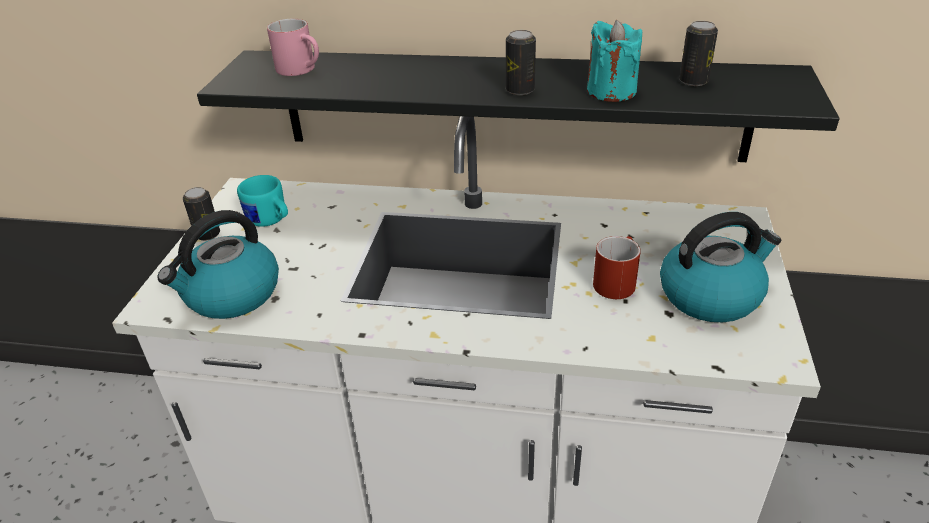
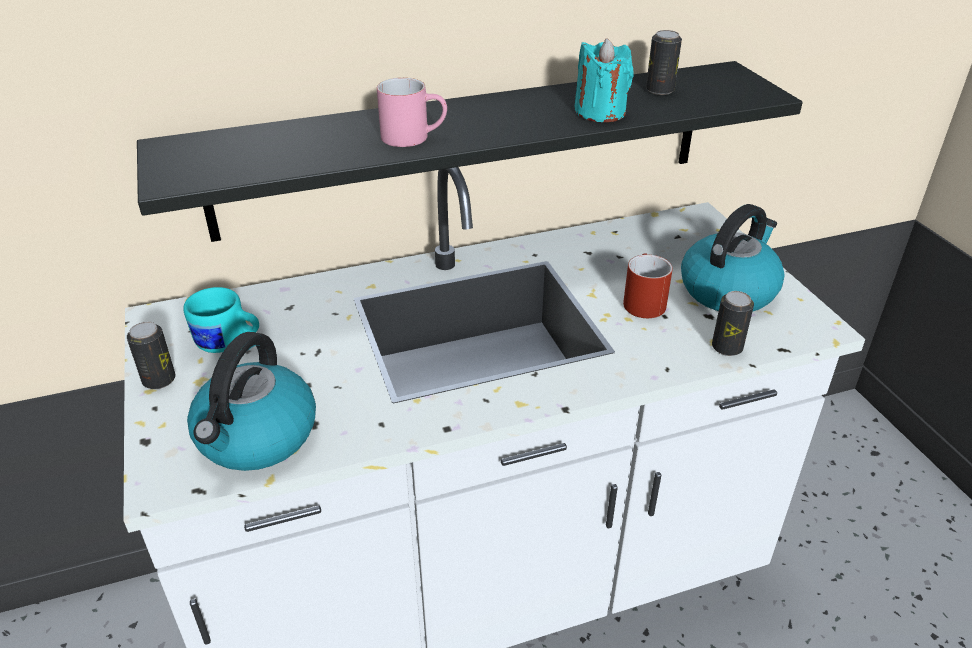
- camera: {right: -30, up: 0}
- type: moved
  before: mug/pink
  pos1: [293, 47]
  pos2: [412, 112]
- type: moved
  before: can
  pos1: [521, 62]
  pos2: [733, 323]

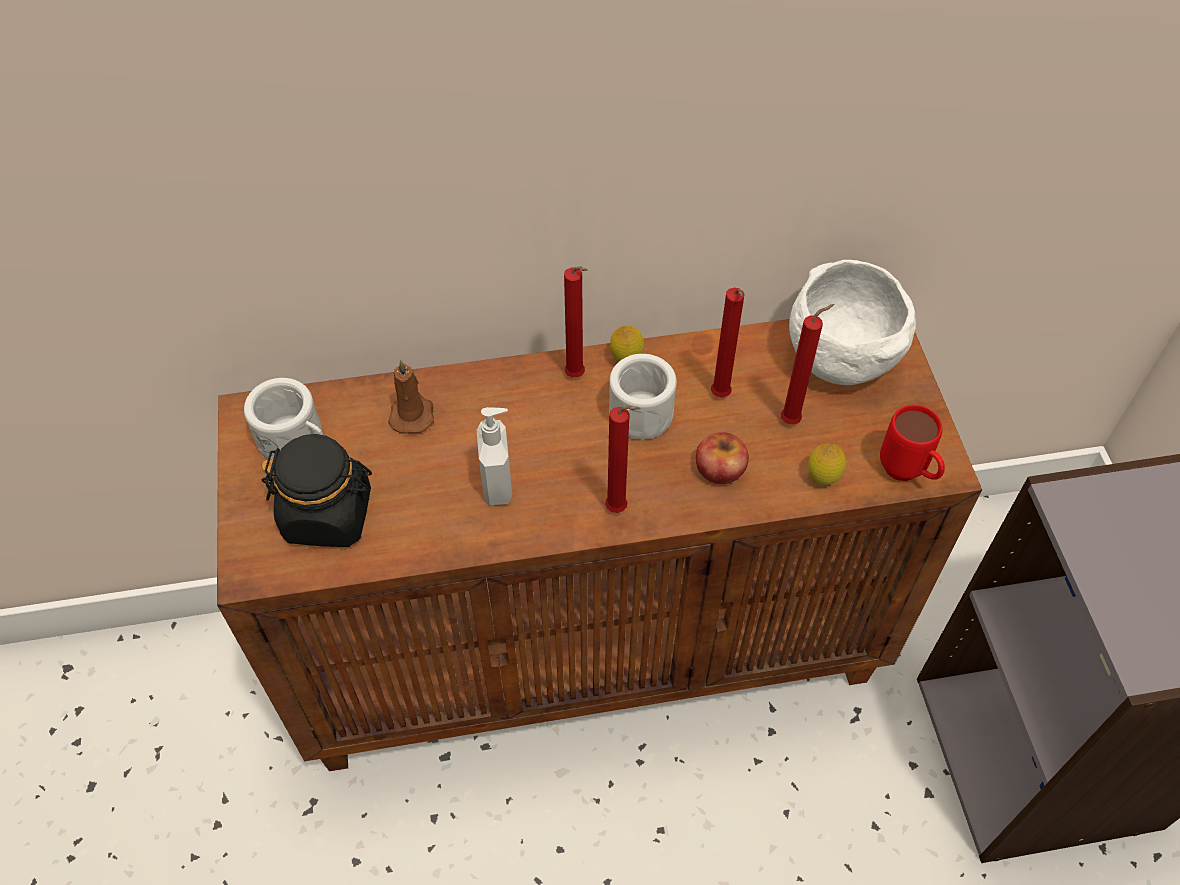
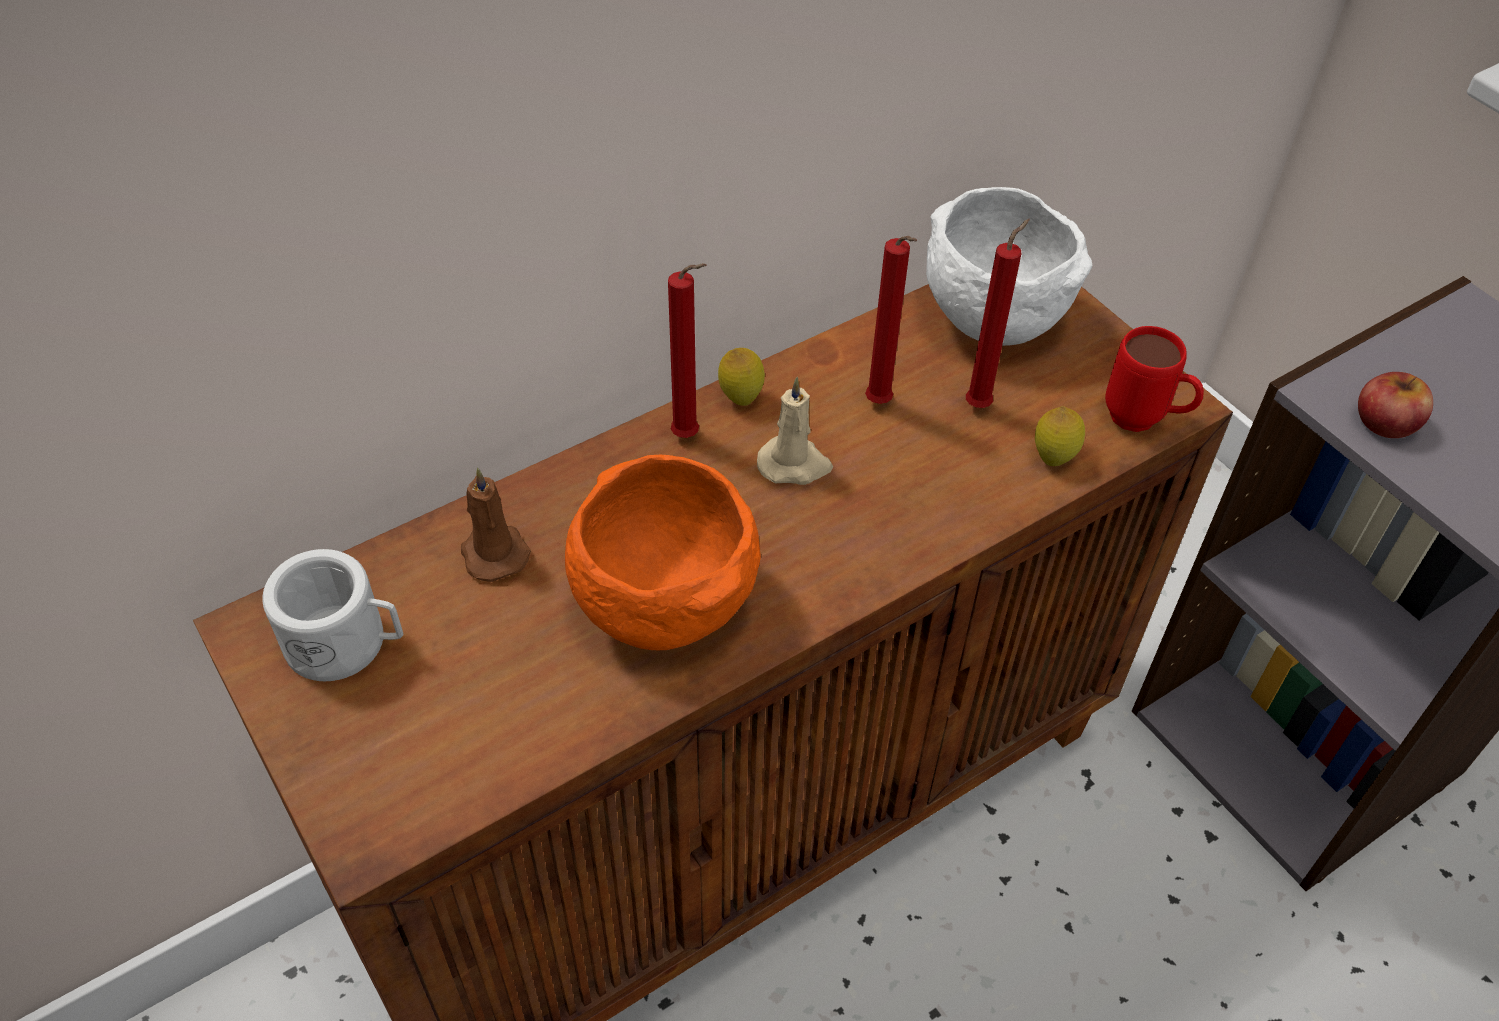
- camera: {right: -25, up: -5}
- type: replaced
  before: mug/white
  after: candle/beige
  pos1: [643, 397]
  pos2: [795, 431]
- type: removed
  before: candle/red
  pos1: [622, 459]
- type: replaced
  before: soap dispenser
  after: bowl/orange
  pos1: [494, 456]
  pos2: [663, 552]
- type: moved
  before: apple
  pos1: [722, 458]
  pos2: [1395, 405]
- type: removed
  before: jar/black
  pos1: [316, 490]

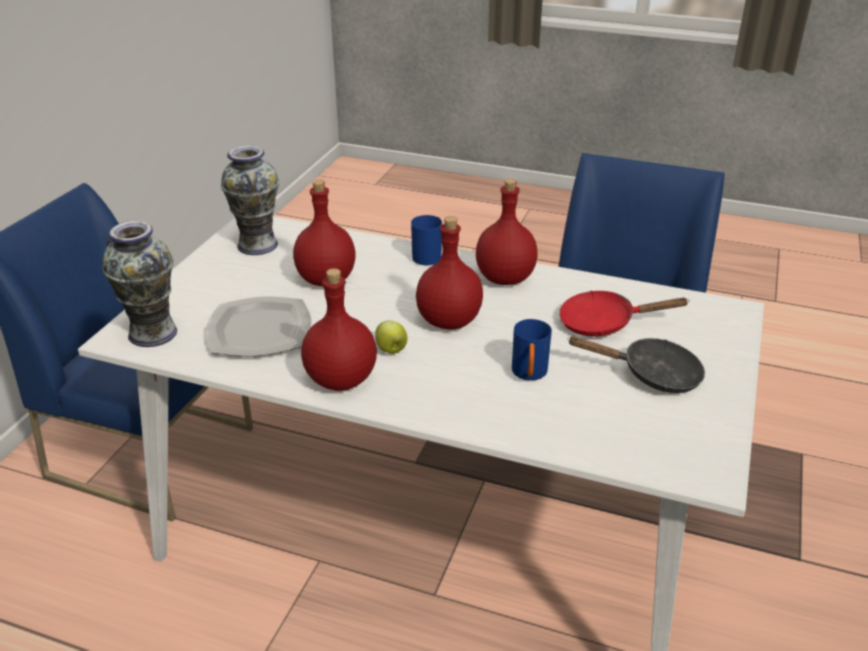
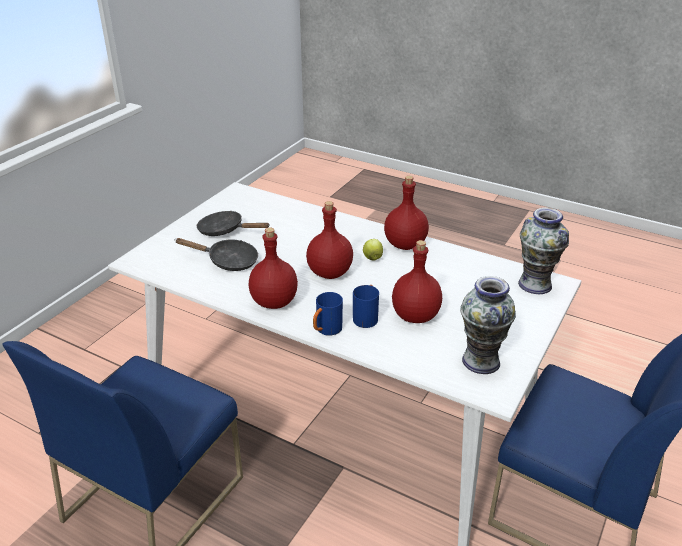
- camera: {right: -170, up: 0}
- type: recoloured
  before: frying pan/red
  after: frying pan/black
  pos1: [624, 313]
  pos2: [216, 254]
- type: removed
  before: plate
  pos1: [258, 326]
- type: moved
  before: mug/blue
  pos1: [532, 349]
  pos2: [366, 306]

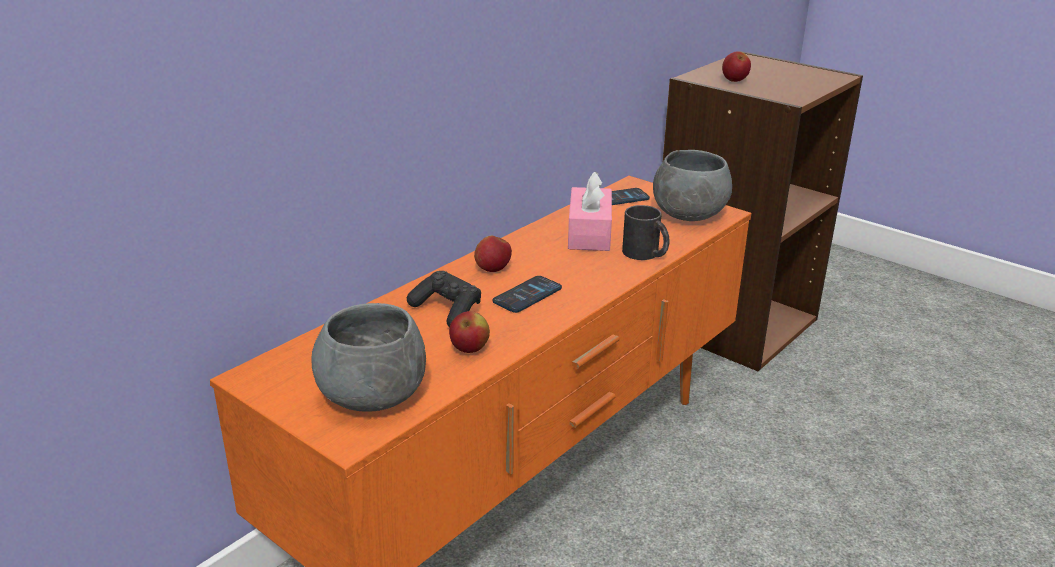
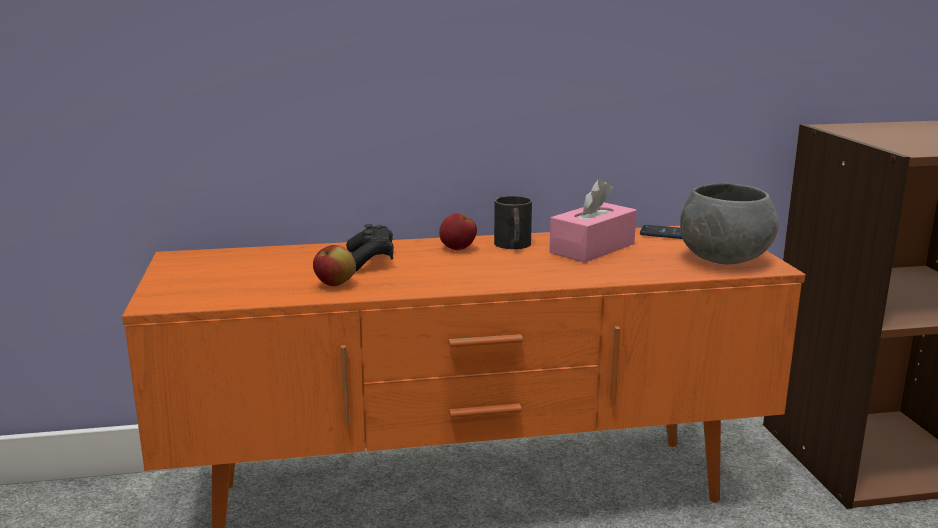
- camera: {right: 40, up: -10}
- type: removed
  before: apple
  pos1: [736, 66]
- type: moved
  before: mug/black
  pos1: [645, 232]
  pos2: [513, 222]
- type: removed
  before: phone
  pos1: [527, 294]
- type: removed
  before: bowl/grey
  pos1: [368, 357]

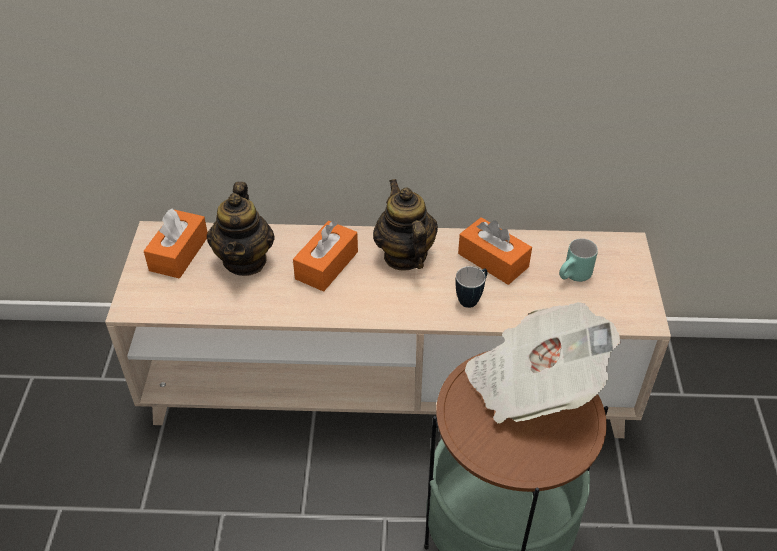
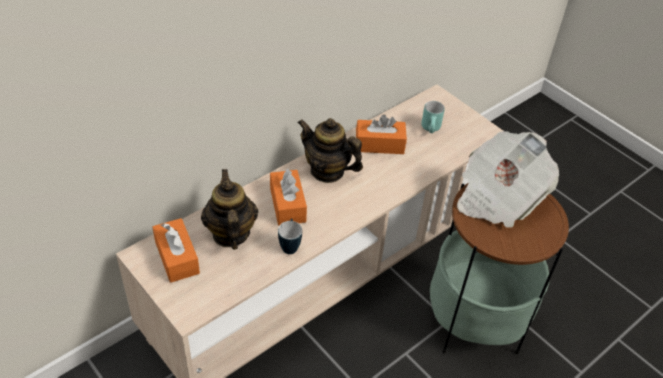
- camera: {right: -45, up: 0}
- type: turned
  before: teapot
  pos1: [241, 229]
  pos2: [229, 209]
  turn: -150
- type: moved
  before: mug
  pos1: [471, 287]
  pos2: [290, 236]

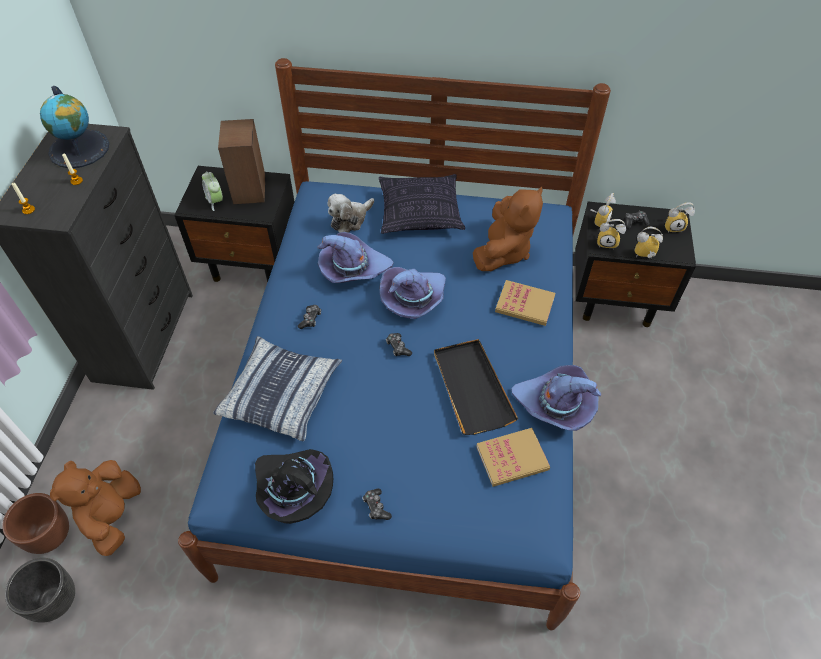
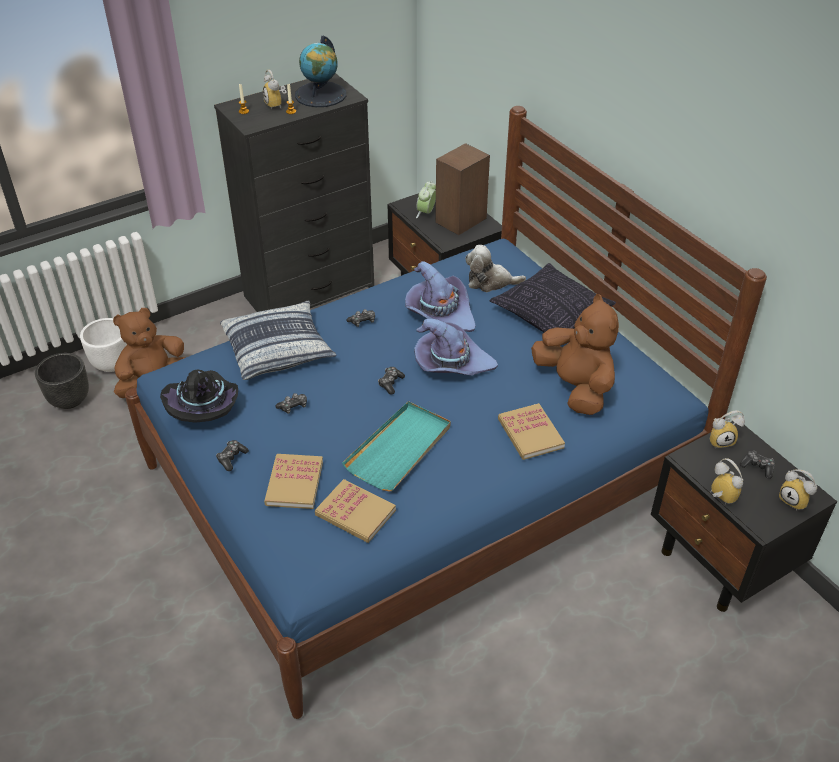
- camera: {right: 50, up: -10}
- type: turned
  before: plush toy/brown
  pos1: [508, 228]
  pos2: [575, 354]
  turn: -105
- type: moved
  before: alarm clock
  pos1: [611, 234]
  pos2: [275, 89]
- type: recoloured
  before: tray/black
  after: tray/turquoise
  pos1: [476, 387]
  pos2: [396, 446]
- type: removed
  before: hat/purple
  pos1: [556, 398]
- type: recoloured
  before: planter/brown
  after: planter/white
  pos1: [35, 523]
  pos2: [103, 345]
- type: added
  after: game controller
  pos2: [291, 403]
- type: added
  after: book
  pos2: [293, 481]

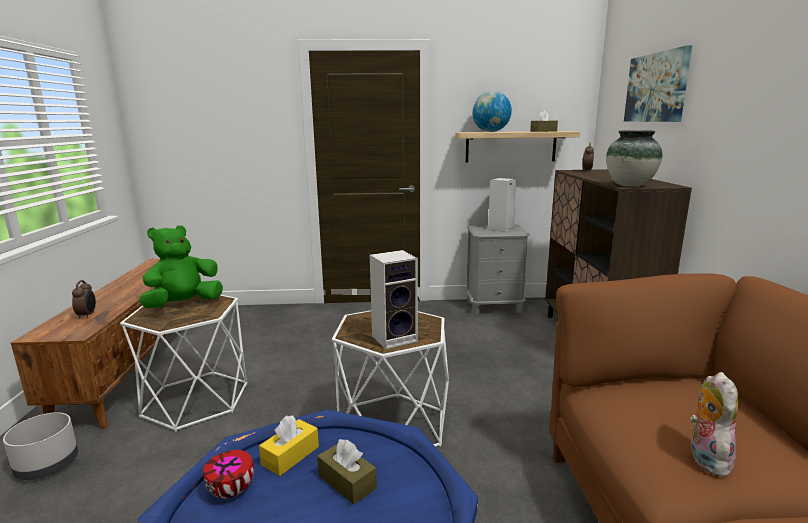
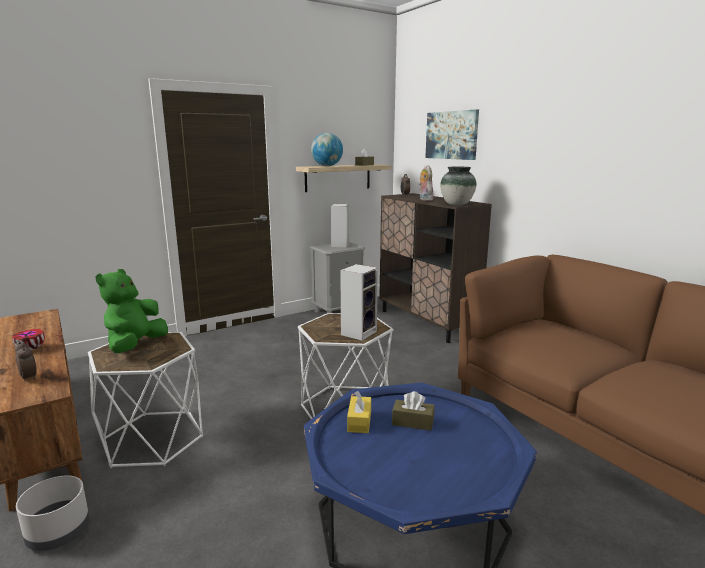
- camera: {right: -30, up: 0}
- type: moved
  before: plush toy
  pos1: [714, 424]
  pos2: [426, 183]
- type: moved
  before: bowl
  pos1: [228, 474]
  pos2: [28, 340]

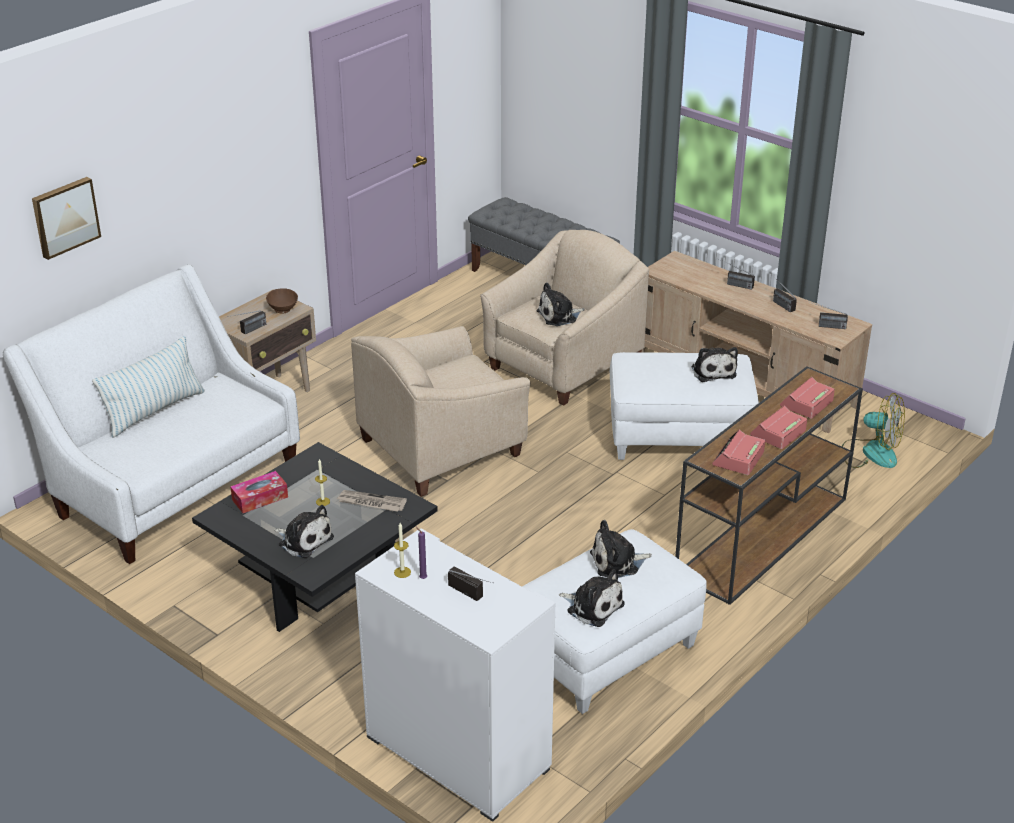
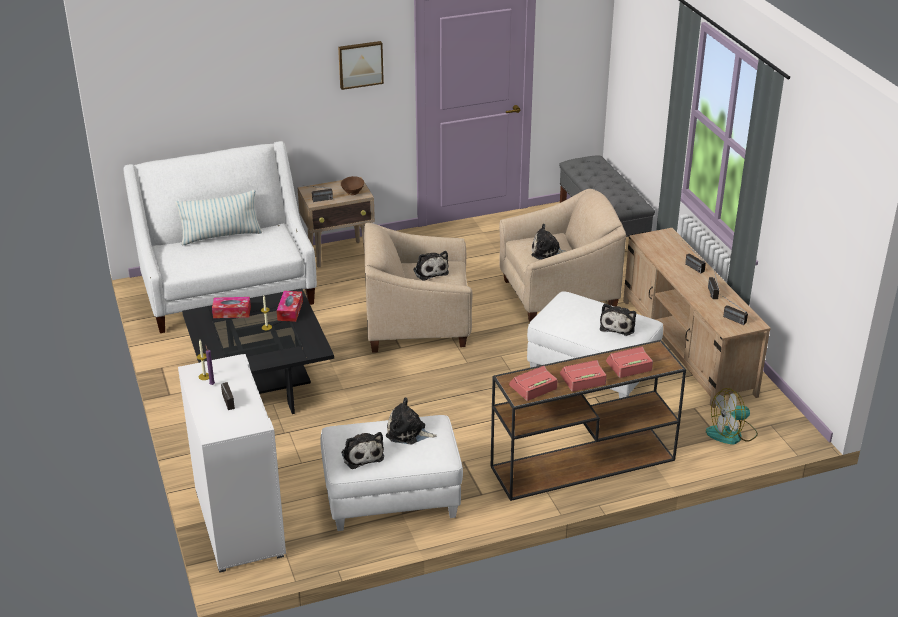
- camera: {right: 30, up: 0}
- type: moved
  before: picture
  pos1: [66, 218]
  pos2: [361, 65]
- type: turned
  before: fan
  pos1: [873, 430]
  pos2: [732, 416]
  turn: 105
- type: removed
  before: newspaper
  pos1: [372, 501]
- type: moved
  before: plush toy
  pos1: [304, 531]
  pos2: [431, 266]
- type: added
  after: tissue box
  pos2: [290, 306]

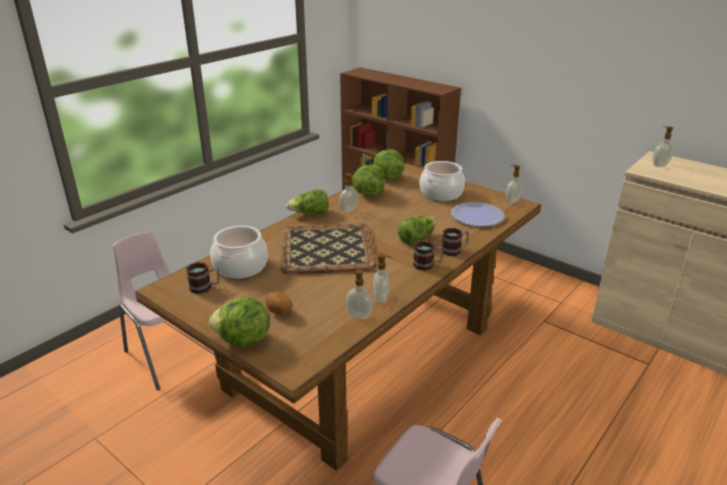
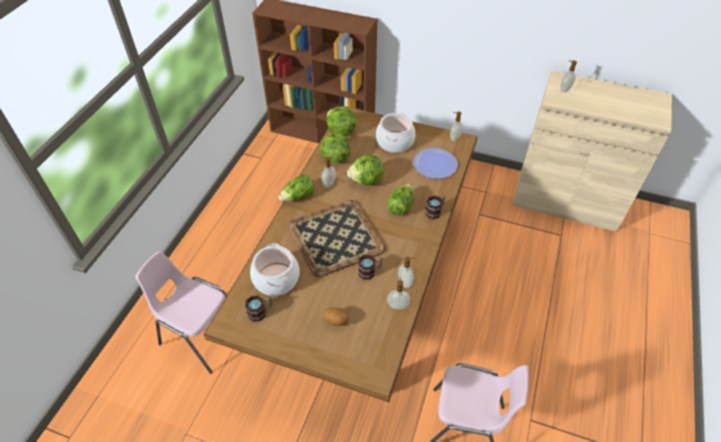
- camera: {right: -20, up: 20}
- type: moved
  before: mug
  pos1: [428, 256]
  pos2: [371, 267]
- type: moved
  before: lettuce
  pos1: [239, 322]
  pos2: [365, 169]

